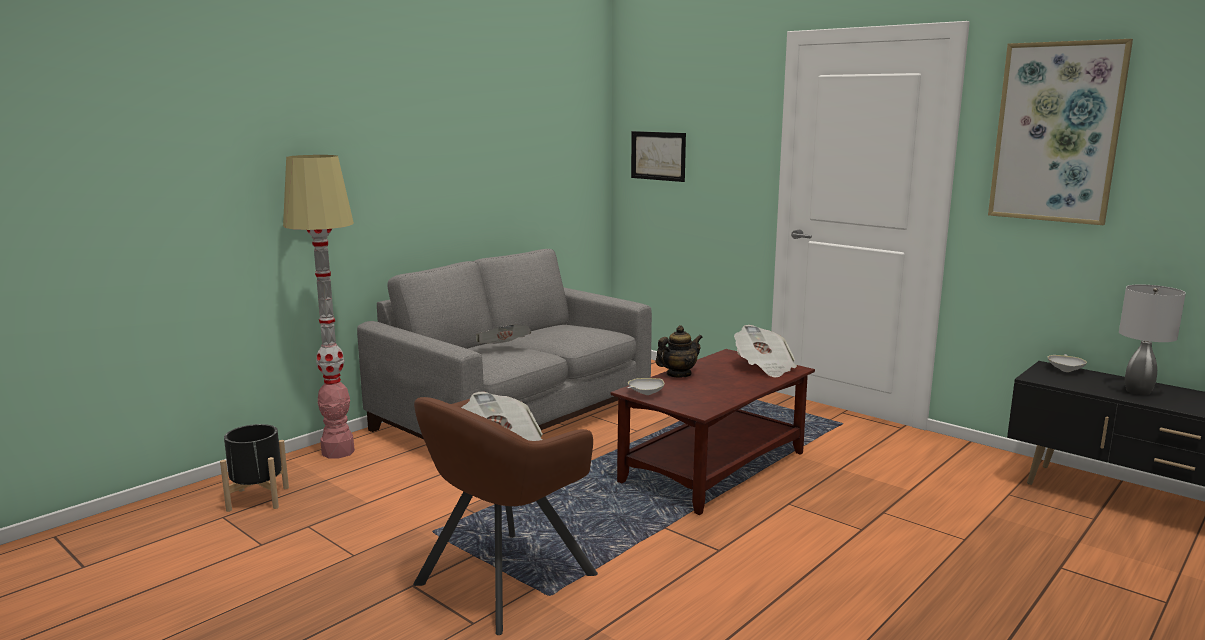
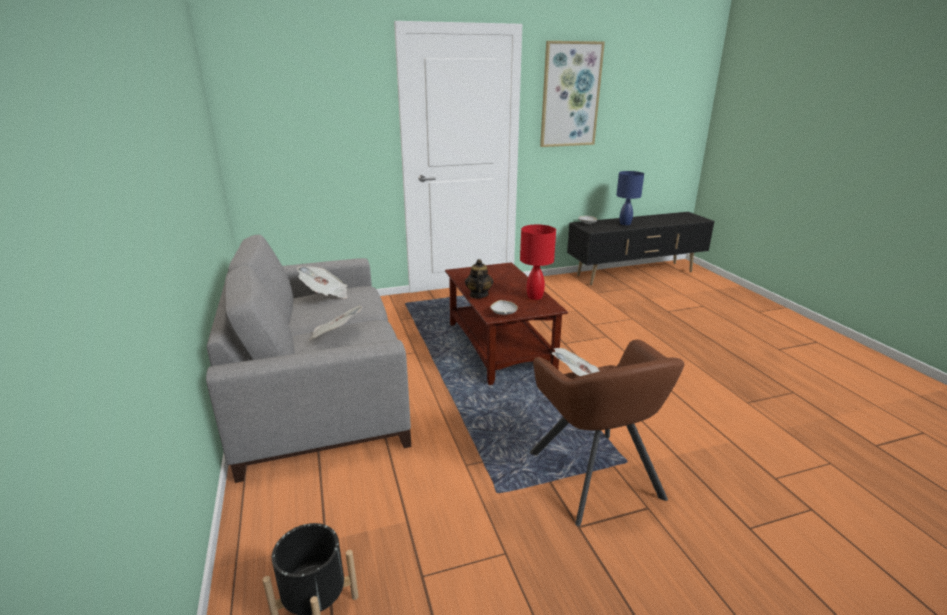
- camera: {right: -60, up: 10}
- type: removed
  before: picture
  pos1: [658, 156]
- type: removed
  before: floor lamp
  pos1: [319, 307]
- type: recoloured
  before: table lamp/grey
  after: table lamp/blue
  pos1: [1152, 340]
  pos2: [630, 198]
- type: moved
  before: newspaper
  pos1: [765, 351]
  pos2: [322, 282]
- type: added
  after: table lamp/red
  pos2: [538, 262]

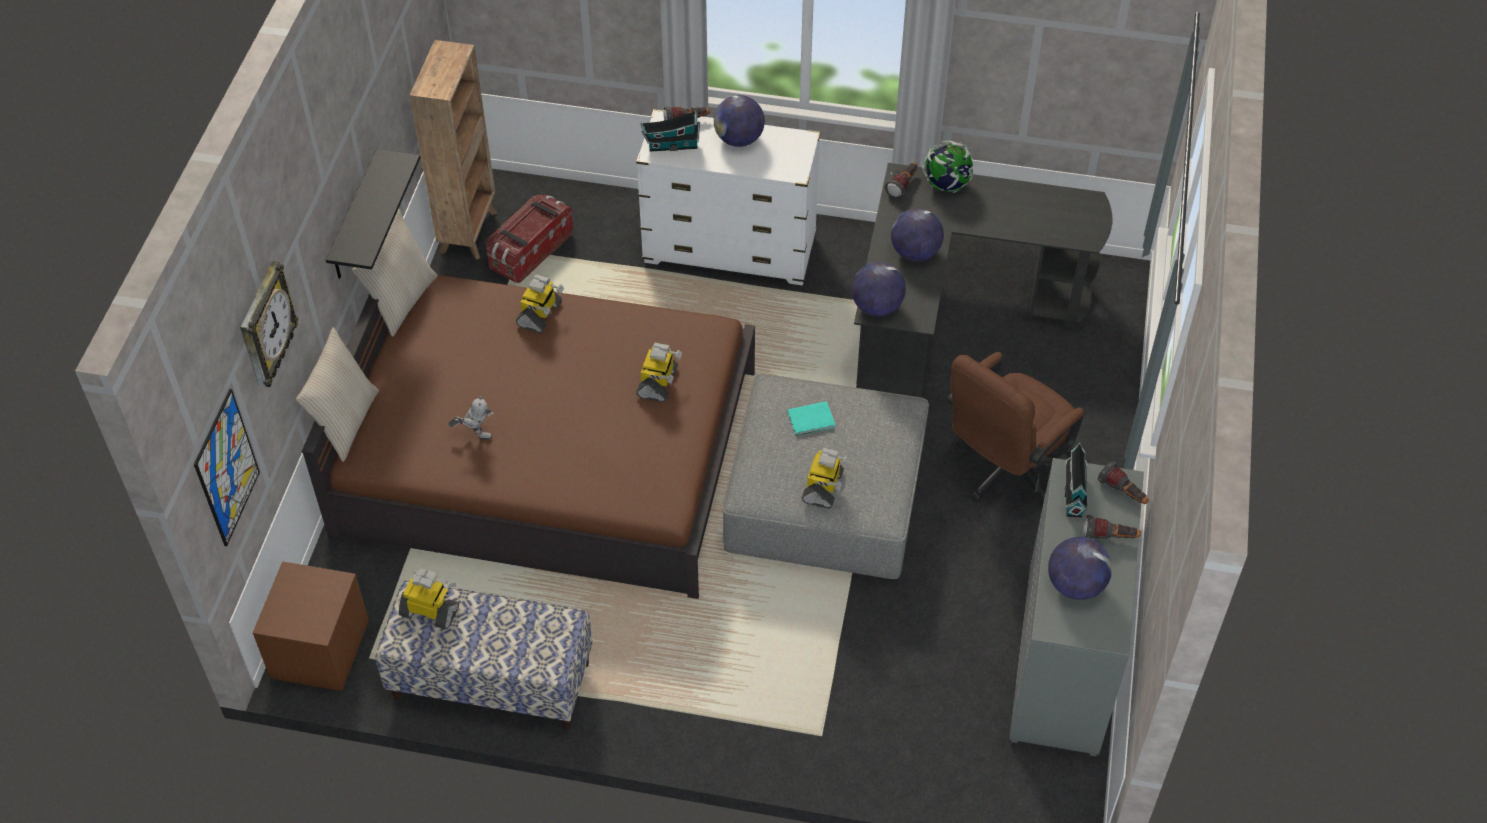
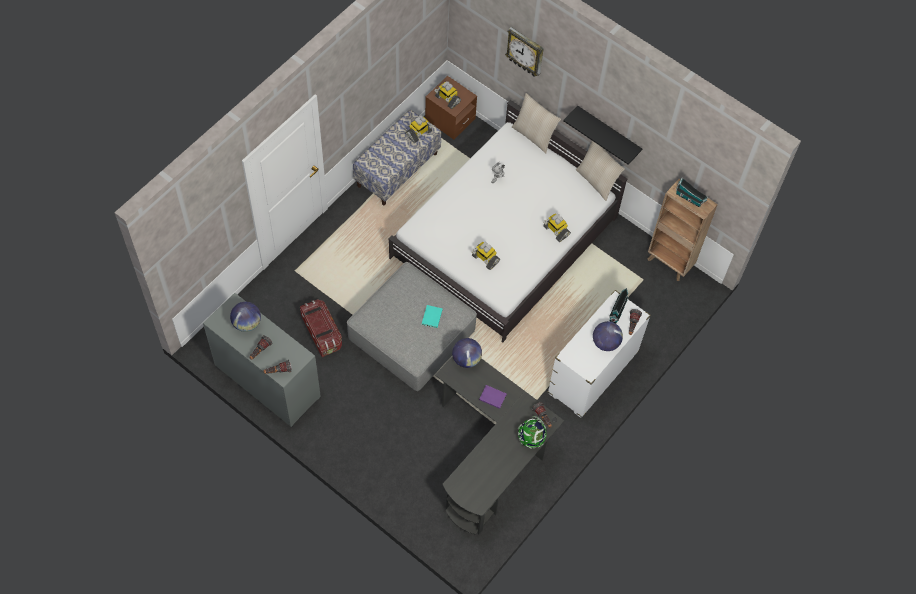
- camera: {right: 115, up: 10}
- type: moved
  before: storage box
  pos1: [529, 238]
  pos2: [321, 328]
- type: replaced
  before: globe
  after: book/purple
  pos1: [917, 234]
  pos2: [493, 397]
- type: recoloured
  before: bed/brown
  after: bed/white
  pos1: [528, 437]
  pos2: [508, 221]
- type: removed
  before: office chair/brown
  pos1: [1015, 429]
- type: removed
  before: picture
  pos1: [227, 467]
- type: moved
  before: toy house
  pos1: [1076, 480]
  pos2: [692, 192]
- type: moved
  before: toy robot
  pos1: [826, 478]
  pos2: [448, 95]

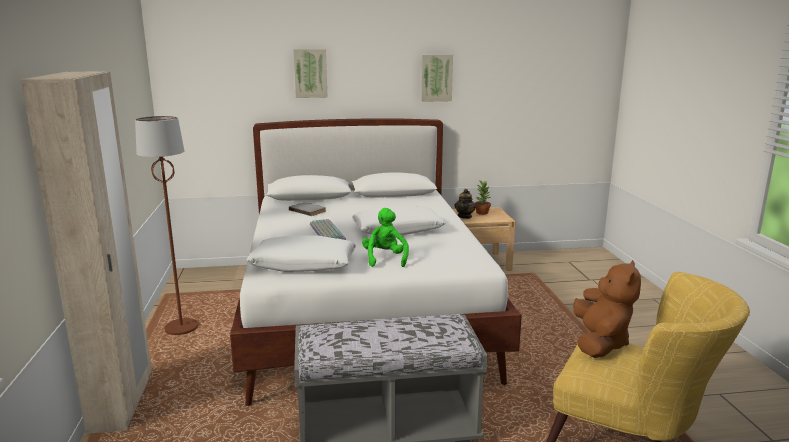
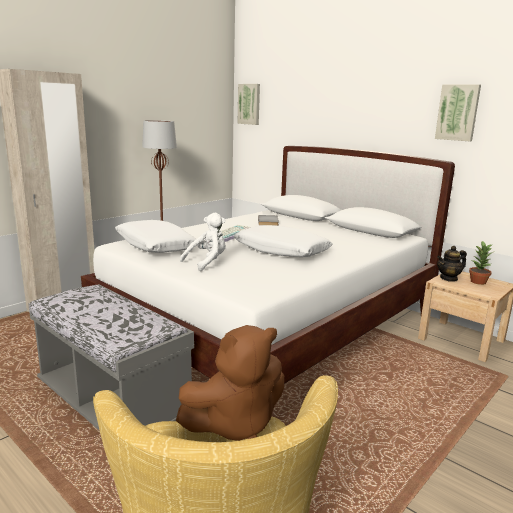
- camera: {right: 50, up: 0}
- type: moved
  before: picture
  pos1: [310, 73]
  pos2: [249, 104]
- type: recoloured
  before: plush toy/green
  after: plush toy/white
  pos1: [385, 237]
  pos2: [203, 242]

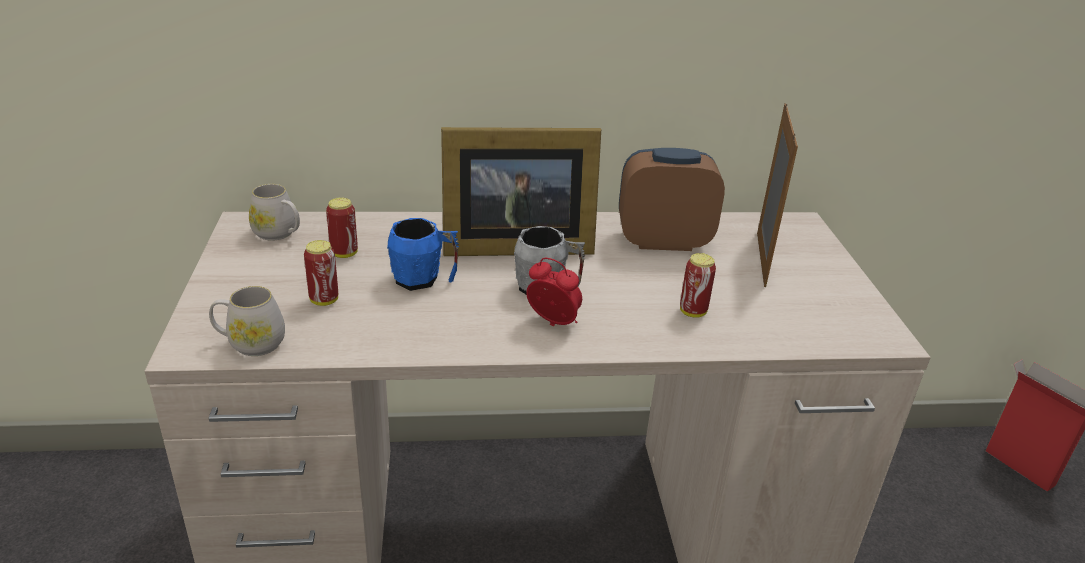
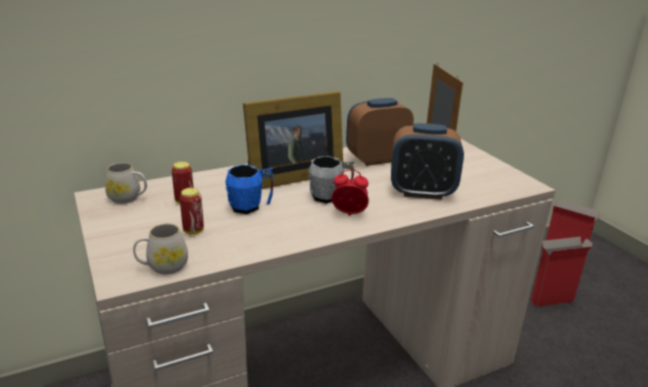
- camera: {right: -20, up: -5}
- type: replaced
  before: can
  after: alarm clock
  pos1: [698, 285]
  pos2: [427, 161]
- type: added
  after: cardboard box
  pos2: [562, 272]

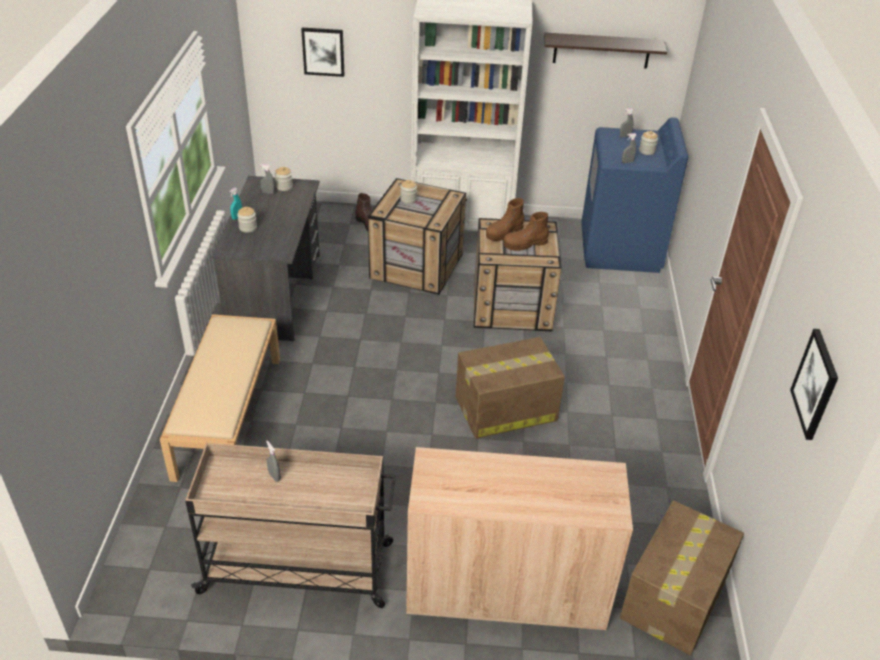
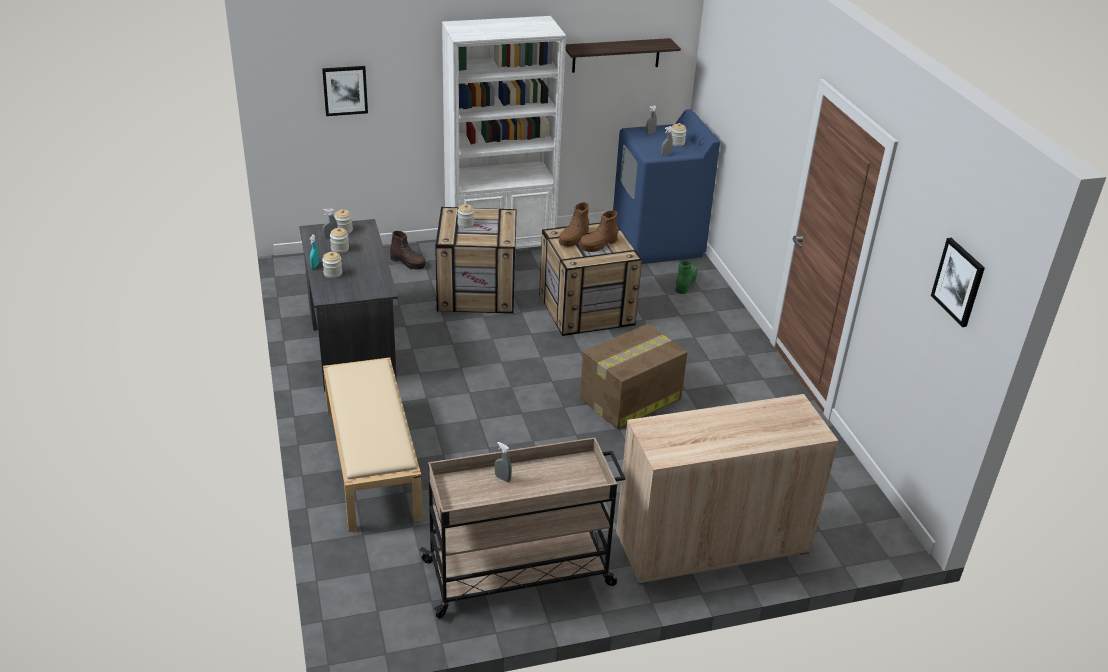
- camera: {right: -20, up: -5}
- type: removed
  before: cardboard box
  pos1: [682, 578]
- type: added
  after: jar
  pos2: [339, 240]
- type: added
  after: boot/green
  pos2: [686, 277]

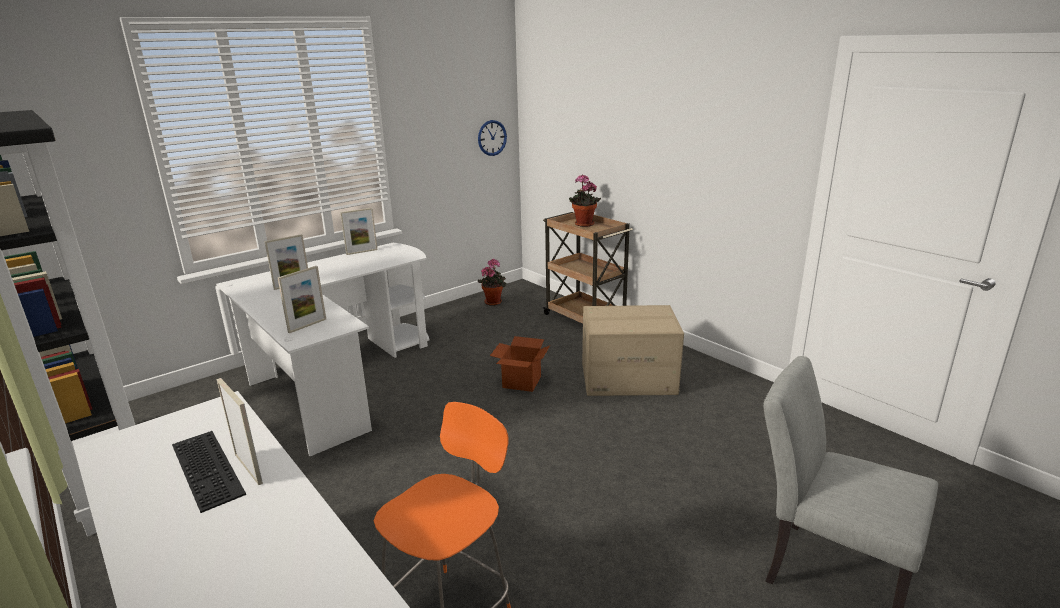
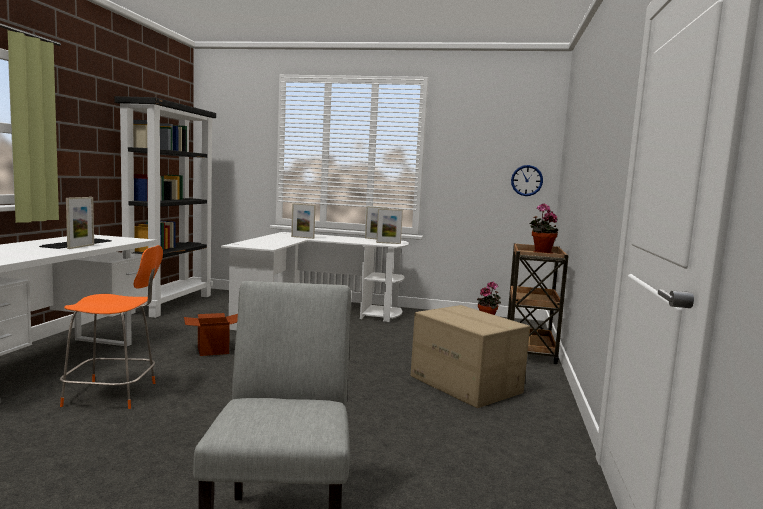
- camera: {right: 50, up: -15}
- type: moved
  before: picture frame
  pos1: [302, 300]
  pos2: [389, 226]
- type: moved
  before: cardboard box
  pos1: [520, 364]
  pos2: [211, 334]

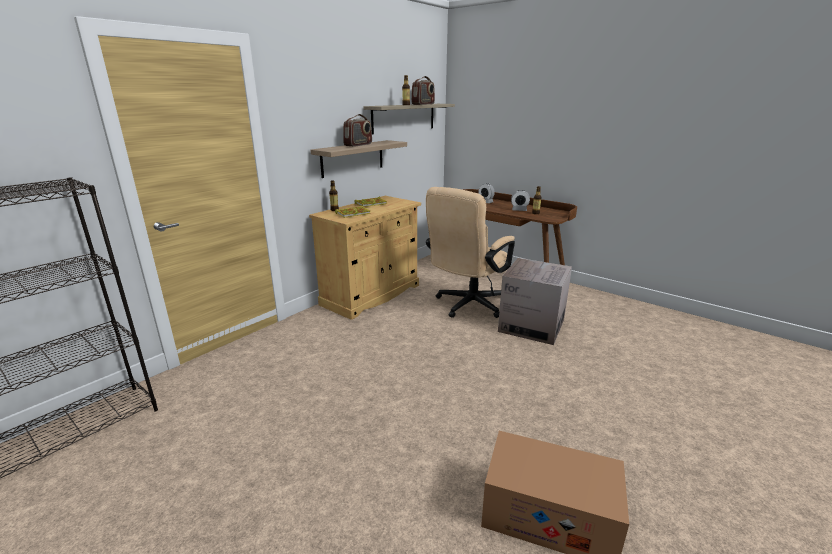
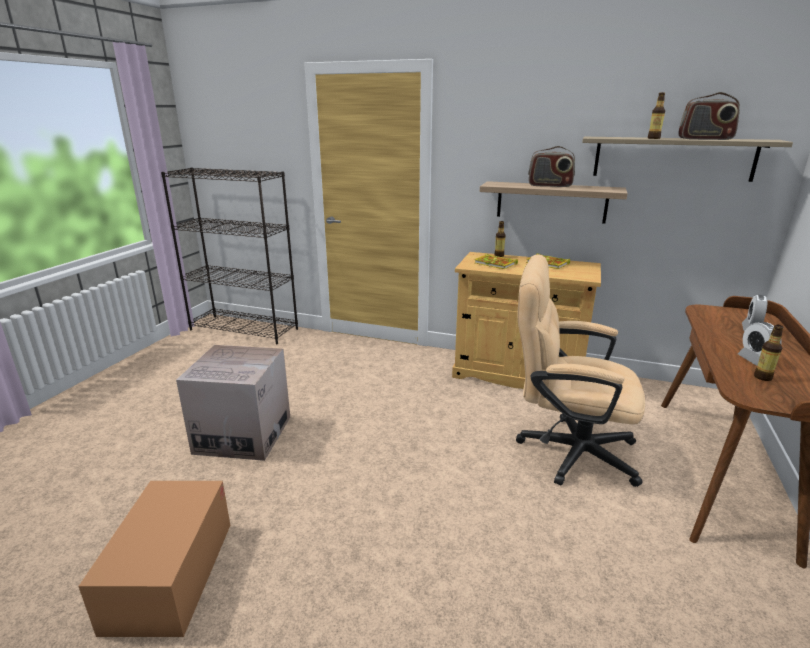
- camera: {right: 70, up: 0}
- type: moved
  before: cardboard box
  pos1: [535, 301]
  pos2: [233, 403]

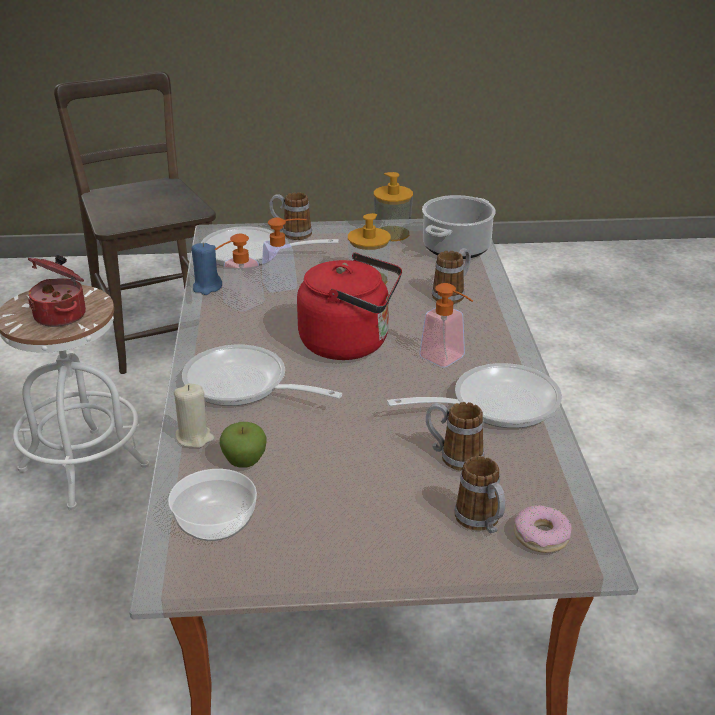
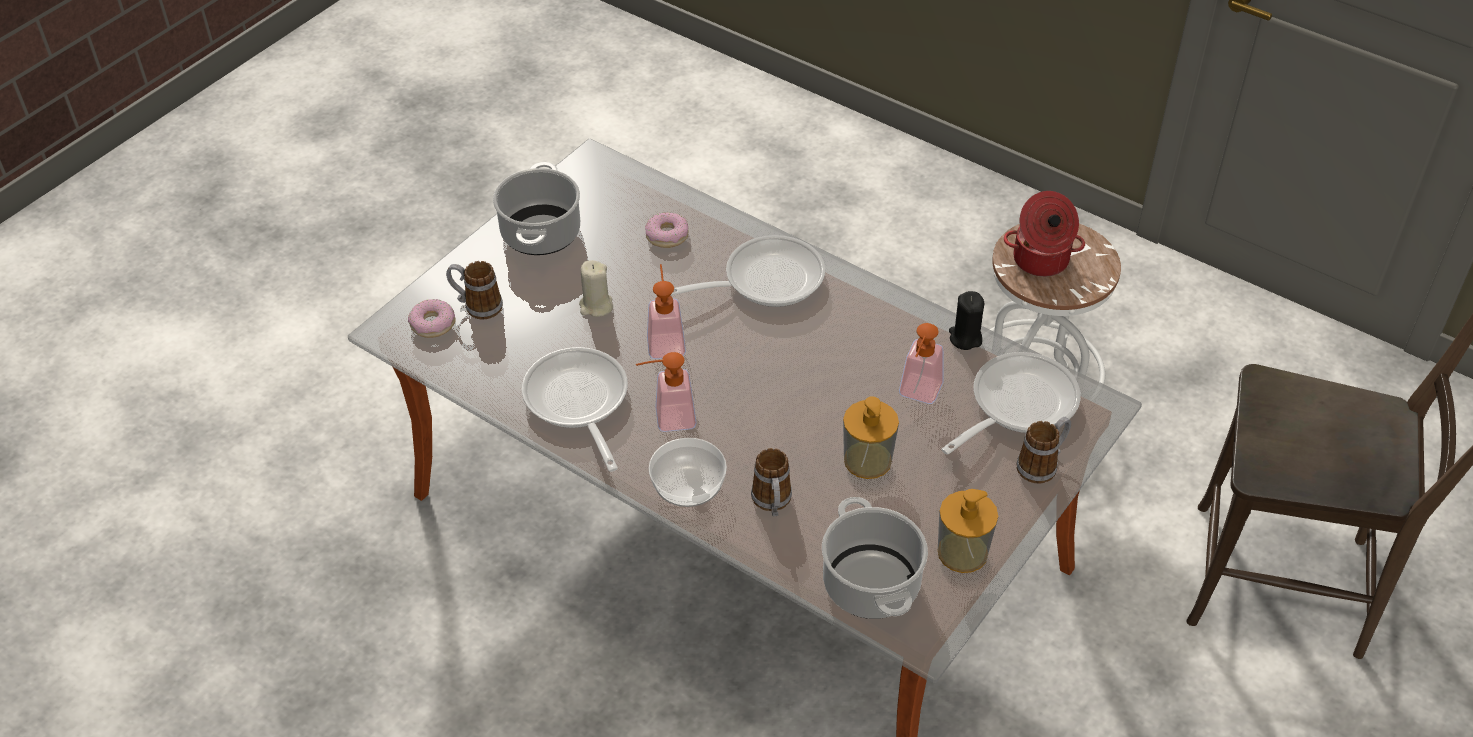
- camera: {right: 130, up: 15}
- type: moved
  before: soap dispenser
  pos1: [240, 273]
  pos2: [666, 311]
- type: recoloured
  before: candle/blue
  after: candle/black
  pos1: [206, 269]
  pos2: [966, 320]
- type: removed
  before: kettle/red
  pos1: [349, 306]
- type: turned
  before: frying pan
  pos1: [474, 395]
  pos2: [575, 409]
  turn: 135
- type: moved
  before: candle/beige
  pos1: [194, 415]
  pos2: [596, 288]
- type: removed
  before: mug
  pos1: [455, 436]
- type: replaced
  before: apple
  after: donut
  pos1: [243, 445]
  pos2: [667, 230]
- type: moved
  before: bowl
  pos1: [212, 505]
  pos2: [688, 472]
- type: added
  after: cooking pot
  pos2: [537, 208]

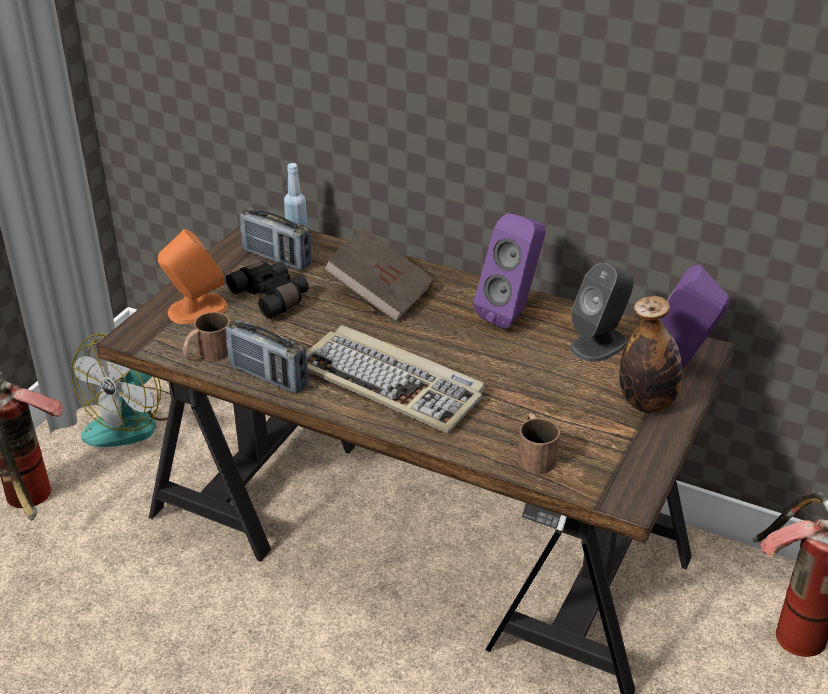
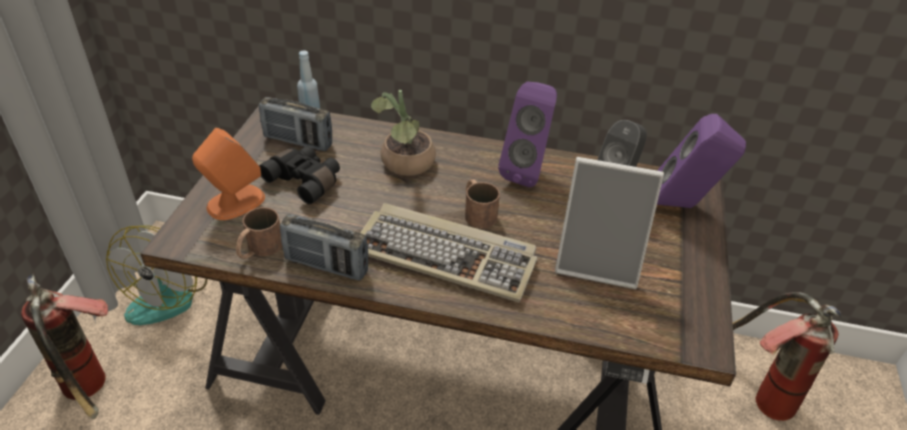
- camera: {right: -15, up: 5}
- type: replaced
  before: book/brown
  after: potted plant
  pos1: [378, 275]
  pos2: [403, 133]
- type: removed
  before: bottle
  pos1: [650, 354]
- type: moved
  before: mug/brown
  pos1: [539, 443]
  pos2: [482, 204]
- type: added
  after: picture frame
  pos2: [609, 223]

